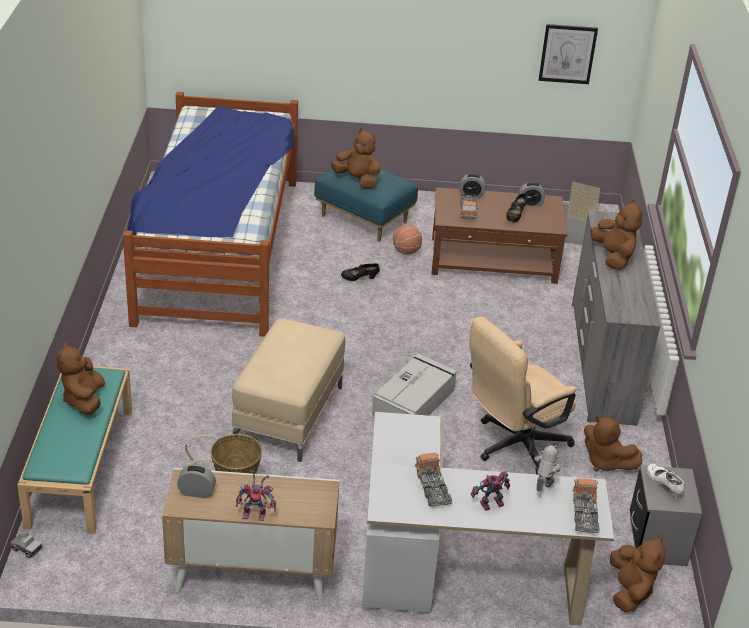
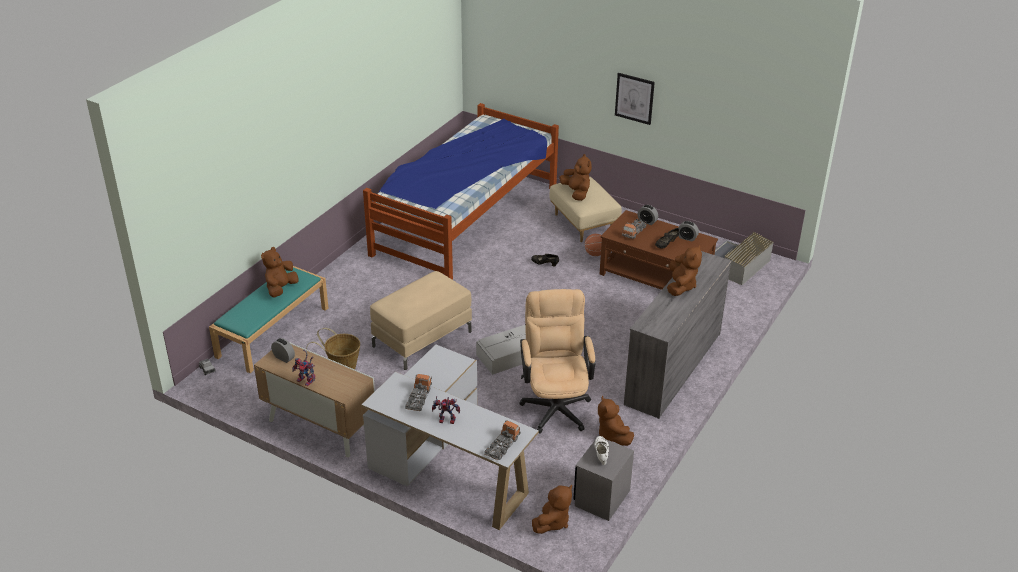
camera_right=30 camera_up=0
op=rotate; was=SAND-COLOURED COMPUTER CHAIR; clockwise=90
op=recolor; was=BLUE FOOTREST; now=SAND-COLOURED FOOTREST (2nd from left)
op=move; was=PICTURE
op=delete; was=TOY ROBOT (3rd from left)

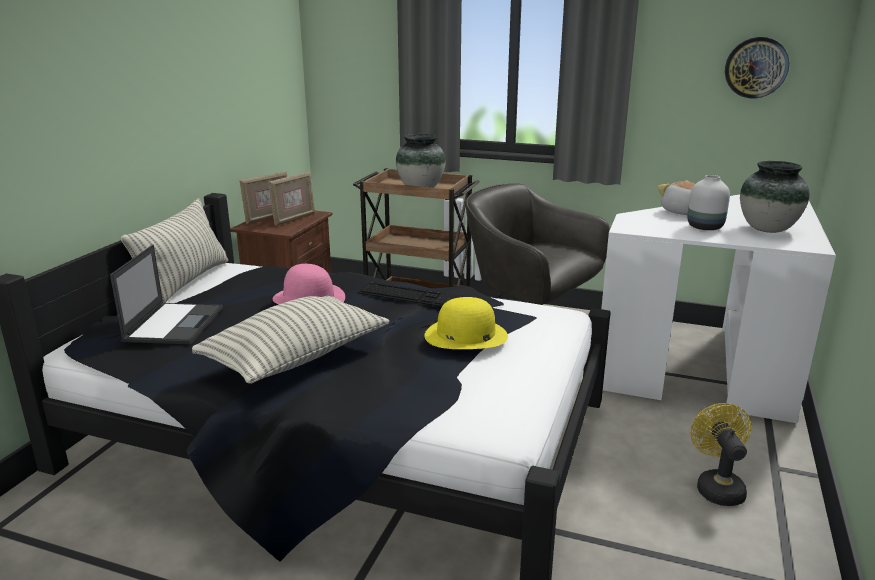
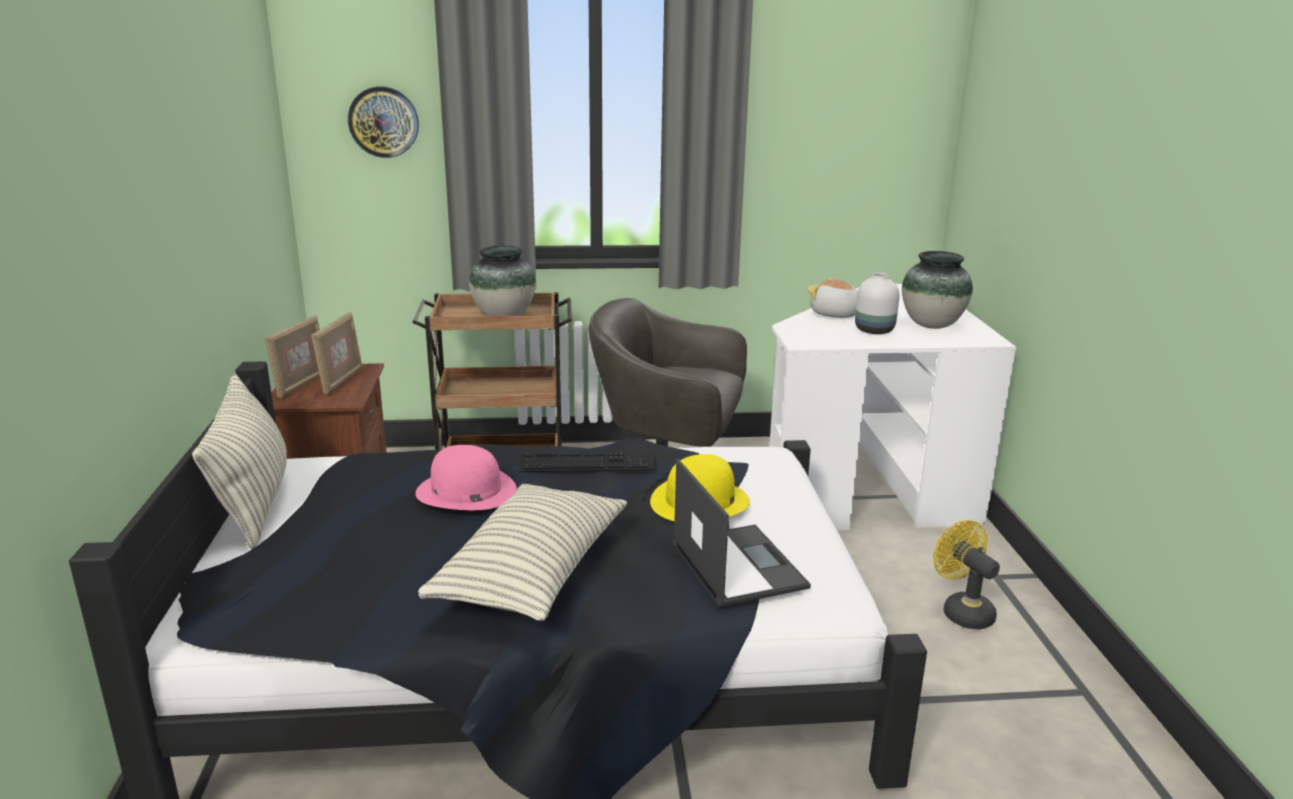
camera_right=-25 camera_up=0
op=move; was=CLOCK ON THE WALL
op=move; was=NOTEBOOK COMPUTER

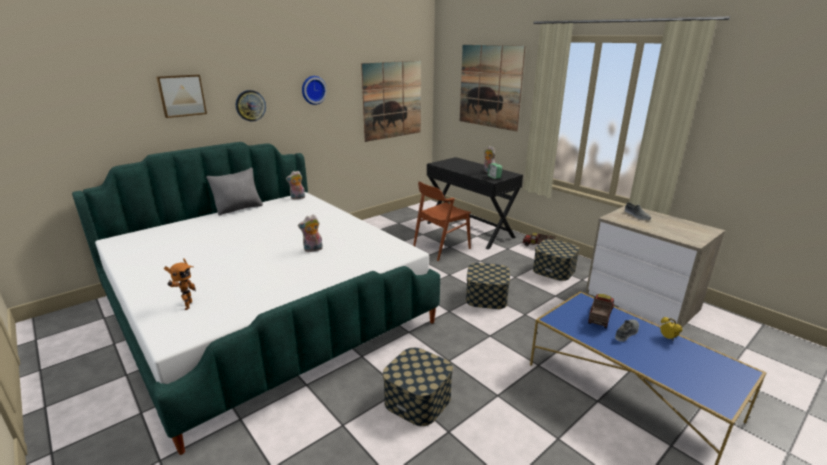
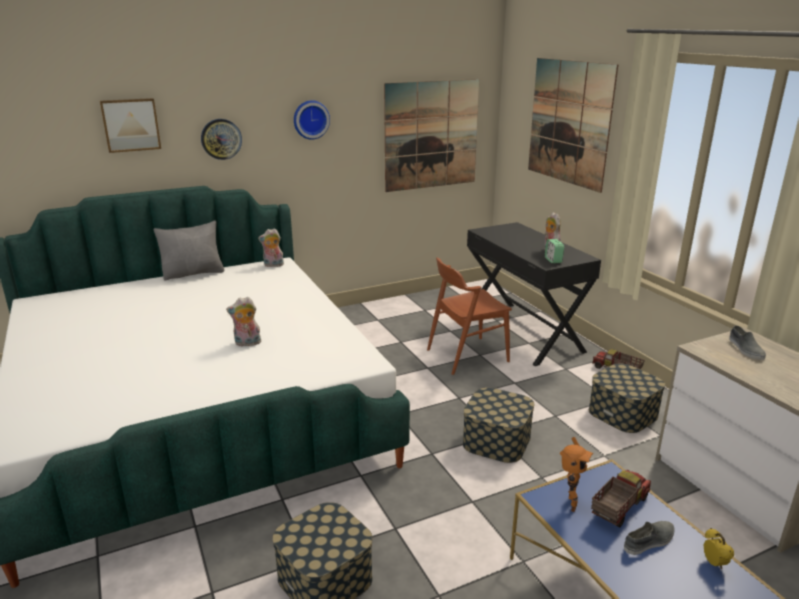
camera_right=15 camera_up=0
op=move; was=TOY ROBOT

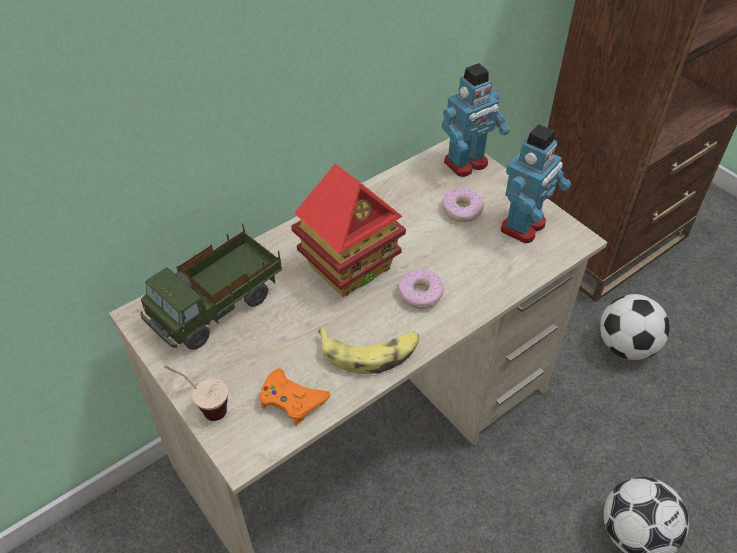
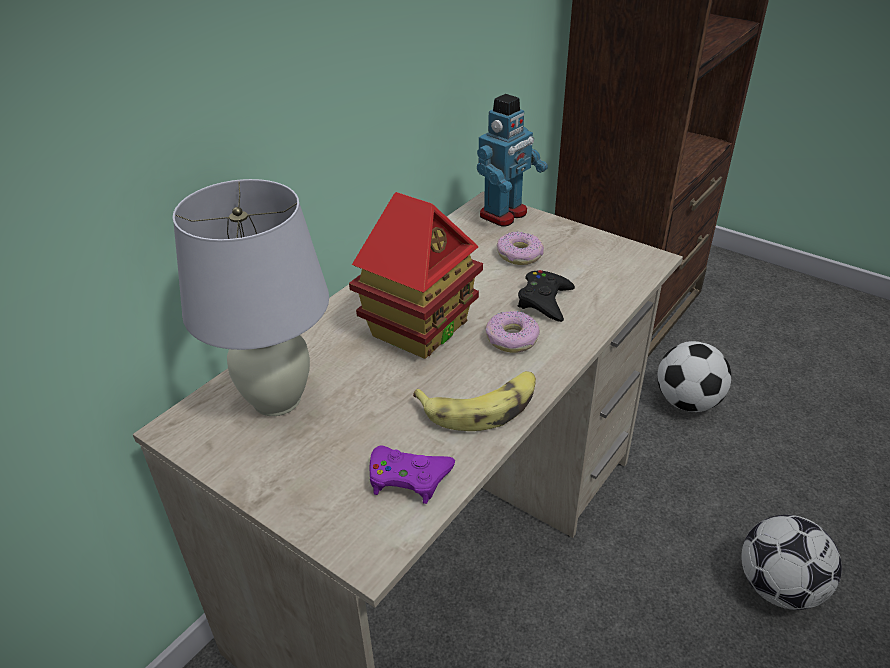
camera_right=-15 camera_up=-10
op=replace; was=MODEL TRUCK; now=WHITE TABLE LAMP
op=recolor; was=ORANGE GAME CONTROLLER; now=PURPLE-COLOURED GAME CONTROLLER
op=insert; now=BLACKISH GAME CONTROLLER
op=delete; was=DRINKING CUP
op=delete; was=TOY ROBOT (2nd from left)

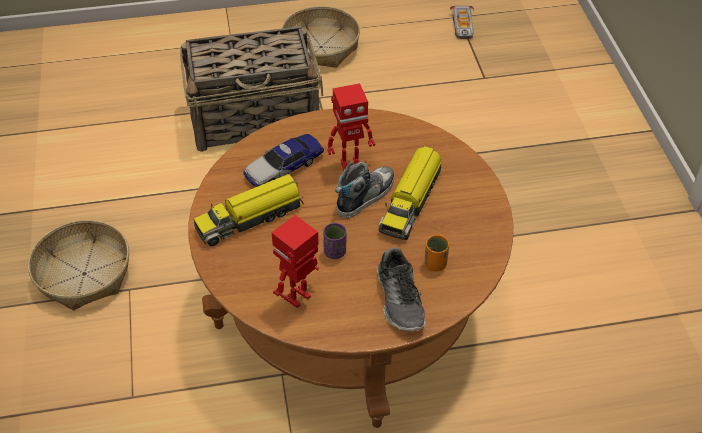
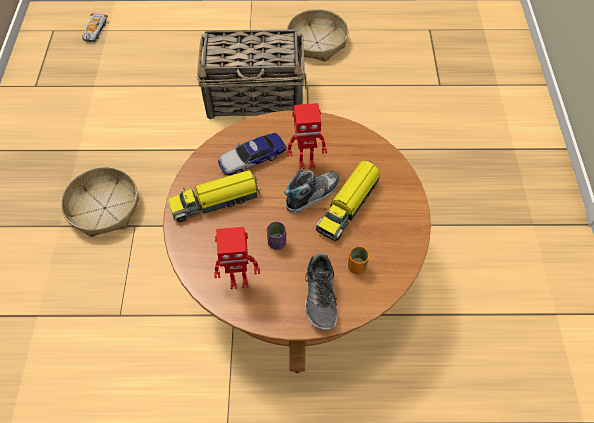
camera_right=10 camera_up=10
op=move; was=MINIATURE CAR (2nd from left in the first image); now=MINIATURE CAR (1st from left)
op=rotate; was=TOY ROBOT (1st from left); clockwise=-150

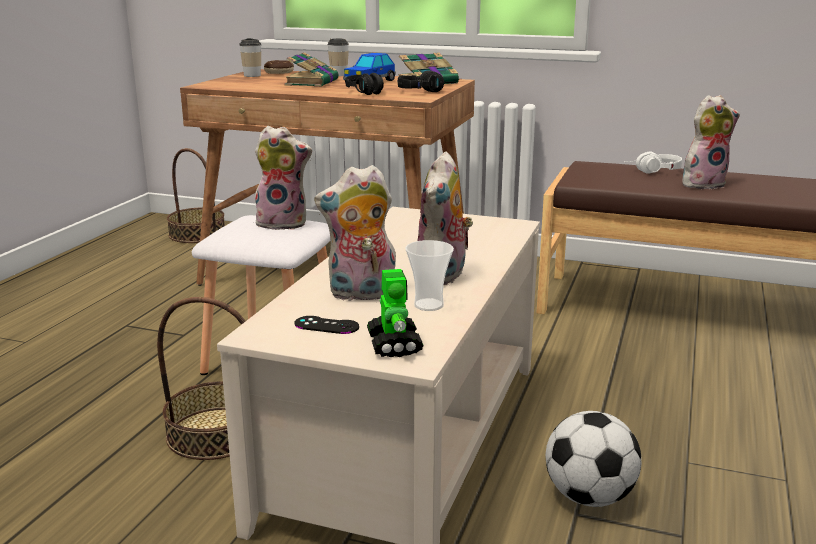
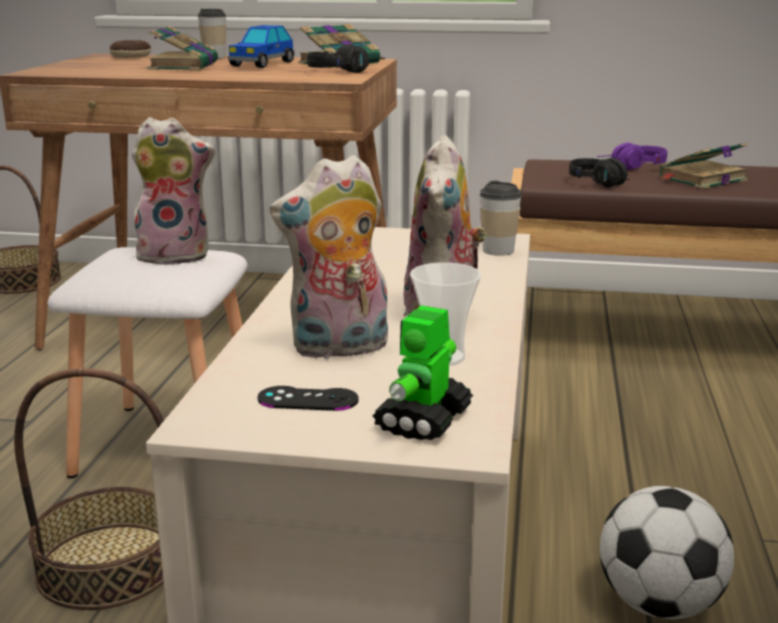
camera_right=-10 camera_up=0
op=rotate; was=TOY ROBOT; clockwise=-135
op=move; was=DRINKING CUP (1st from left in the first image); now=DRINKING CUP (3rd from left)
op=move; was=BLACKISH PAIR OF HEADPHONES (1st from left in the first image); now=BLACKISH PAIR OF HEADPHONES (2nd from left)
op=recolor; was=WHITE PAIR OF HEADPHONES; now=PURPLE-COLOURED PAIR OF HEADPHONES
op=replace; was=SOFT TOY (4th from left); now=VOLUME (3rd from left)

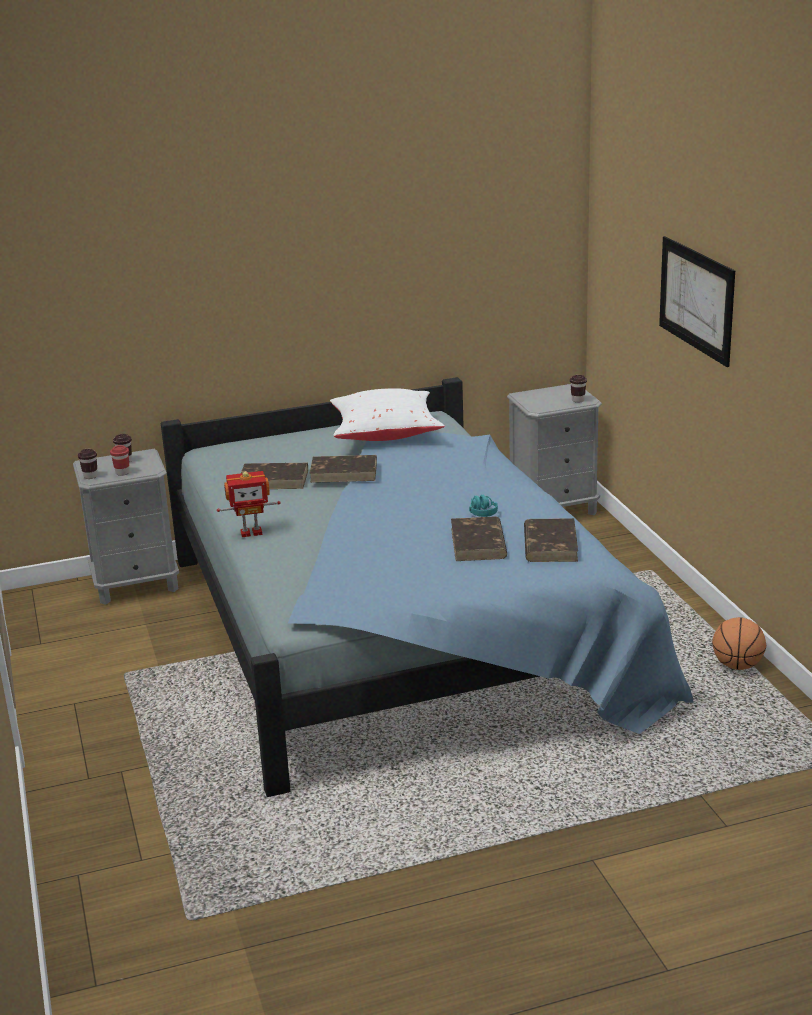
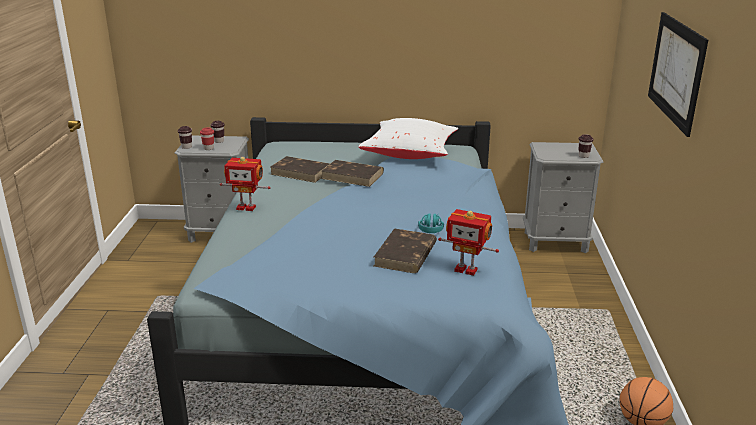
camera_right=20 camera_up=0
op=replace; was=BROWN VOLUME (4th from left); now=TOY ROBOT (2nd from left)

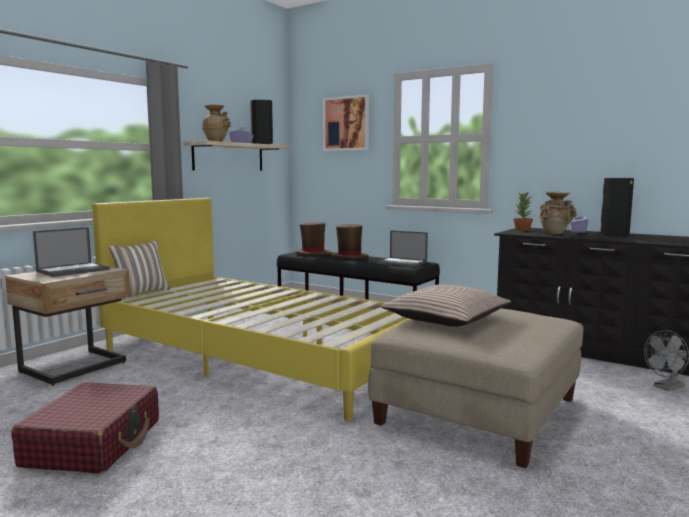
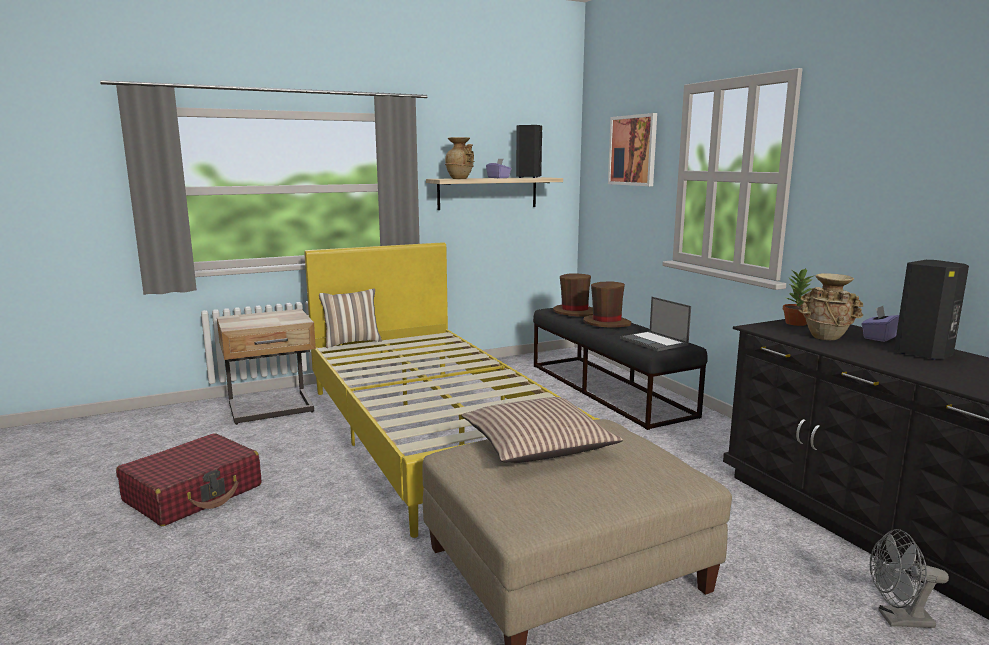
camera_right=30 camera_up=5
op=delete; was=NOTEBOOK COMPUTER (1st from left)

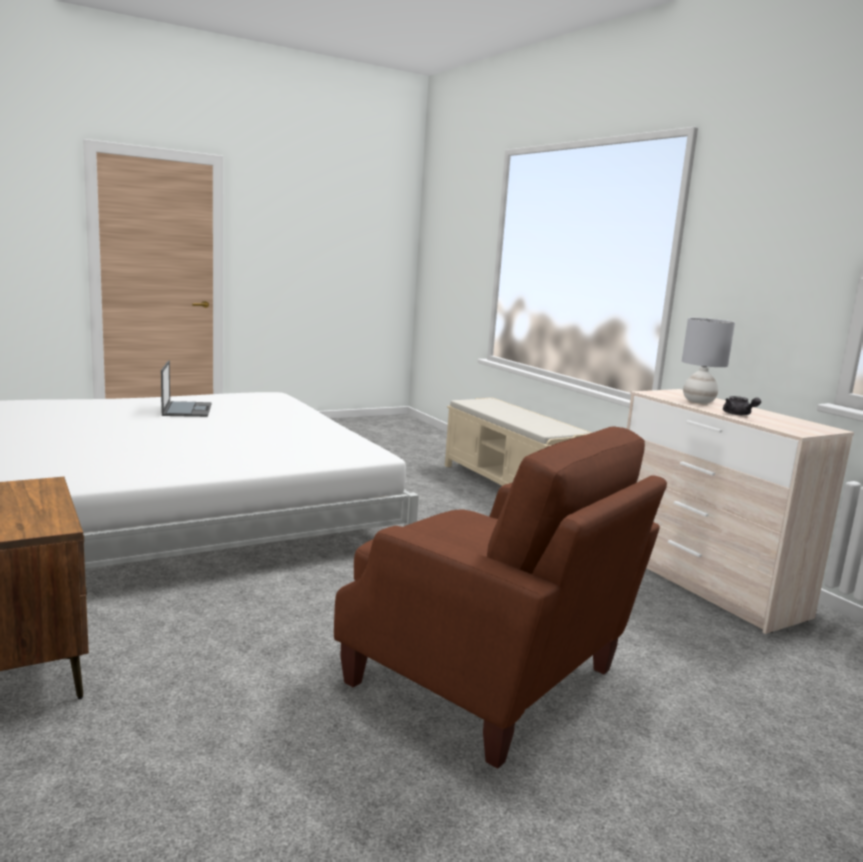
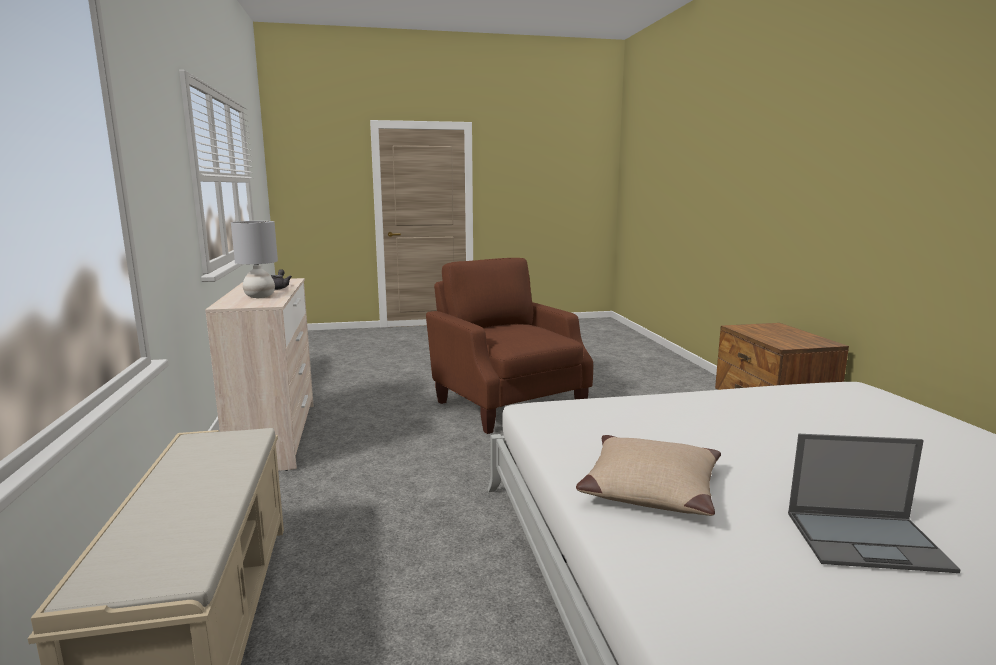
camera_right=-160 camera_up=0
op=insert; now=SAND-COLOURED THROW PILLOW
op=rotate; was=NOTEBOOK COMPUTER; clockwise=-90

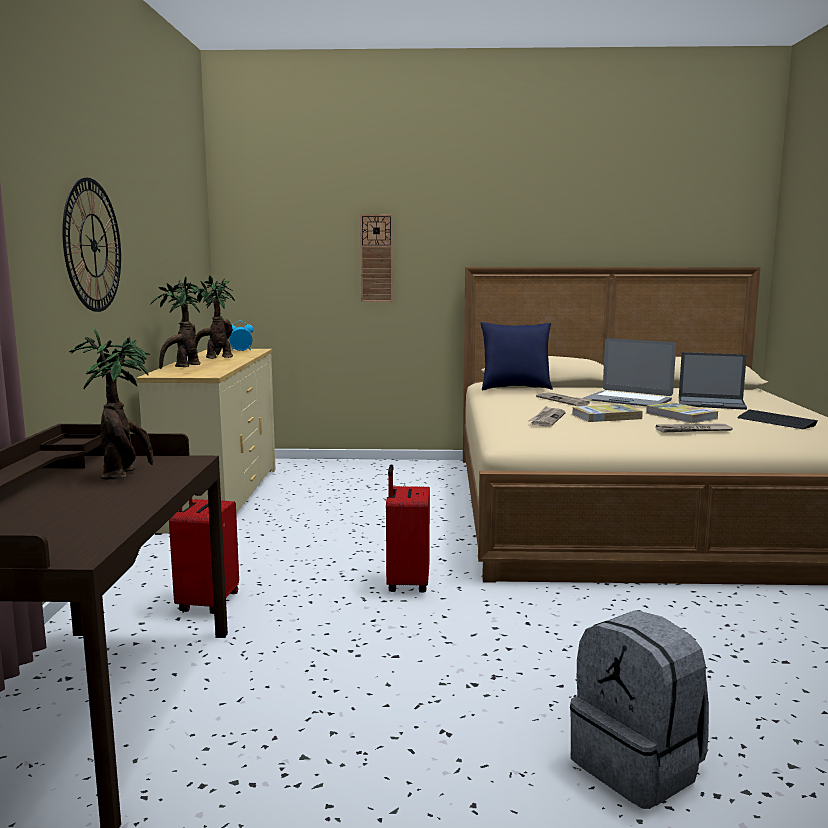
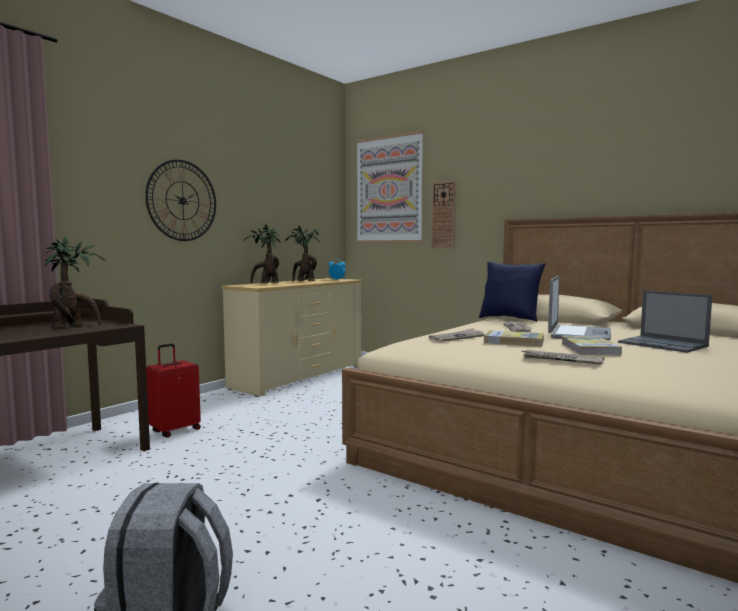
camera_right=35 camera_up=-5
op=insert; now=PICTURE
op=rotate; was=NOTEBOOK COMPUTER (1st from left); clockwise=-135
op=delete; was=RED-COLOURED SUITCASE (2nd from left)
op=delete; was=PC KEYBOARD

